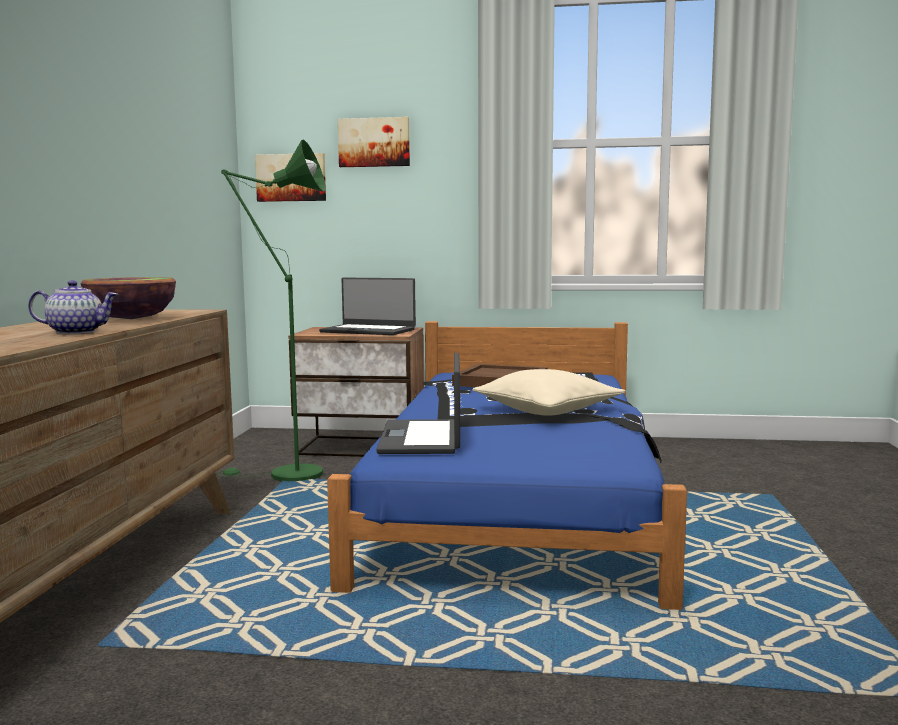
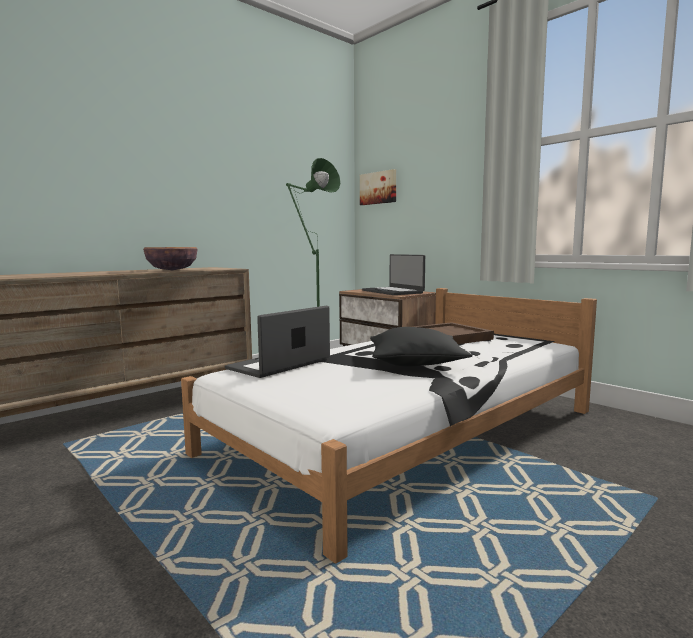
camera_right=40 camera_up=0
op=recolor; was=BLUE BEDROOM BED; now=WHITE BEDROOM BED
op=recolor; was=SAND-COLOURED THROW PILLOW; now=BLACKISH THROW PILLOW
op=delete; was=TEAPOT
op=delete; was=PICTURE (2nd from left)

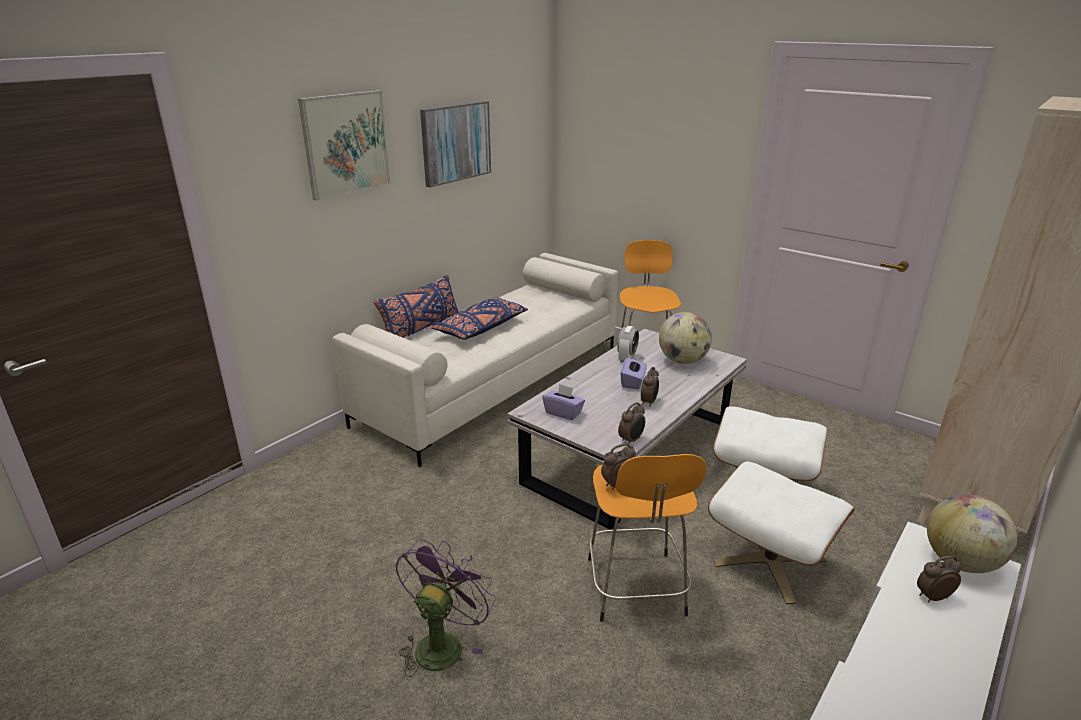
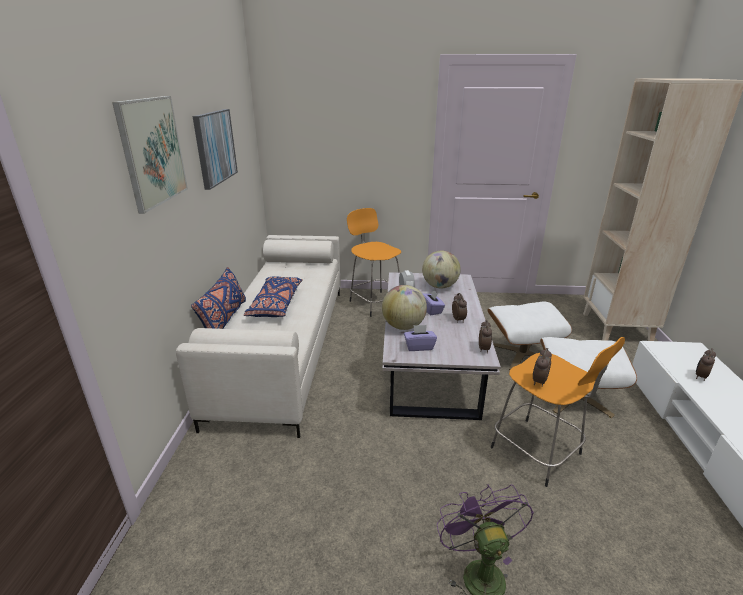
camera_right=-35 camera_up=0
op=move; was=DESK GLOBE (2nd from left in the first image); now=DESK GLOBE (1st from left)

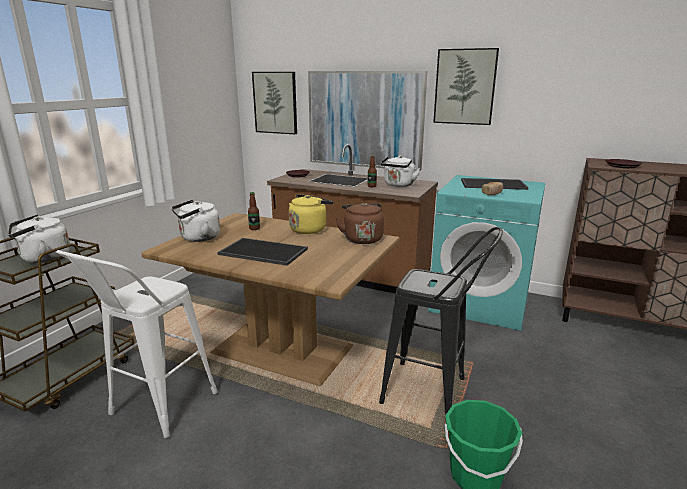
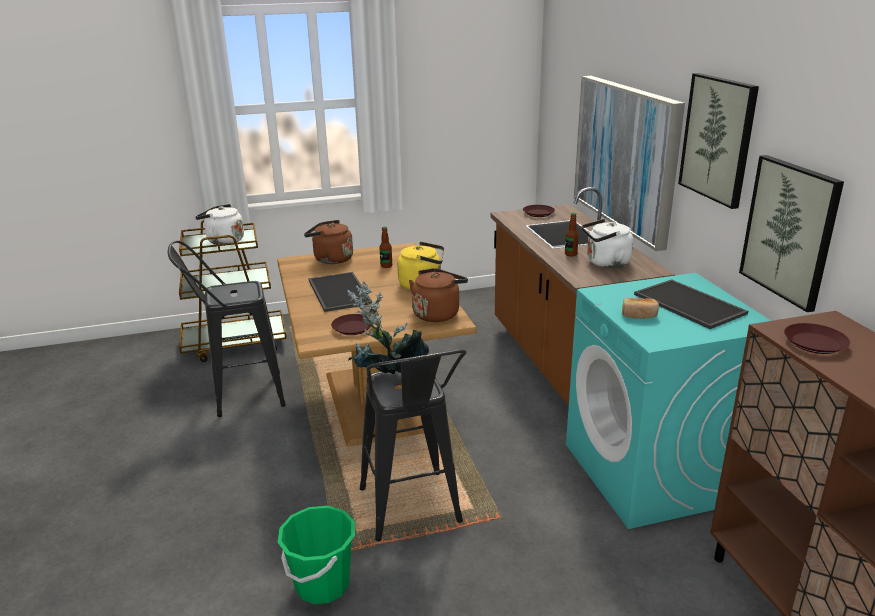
camera_right=50 camera_up=5
op=recolor; was=WHITE SITTING STOOL; now=BLACKISH SITTING STOOL (1st from left)
op=recolor; was=WHITE WATER KETTLE (2nd from left); now=BROWN WATER KETTLE (1st from left)
op=insert; now=BROWN PLATE (1st from left)
op=insert; now=HOUSEPLANT
op=move; was=PICTURE (1st from left in the first image); now=PICTURE (3rd from left)

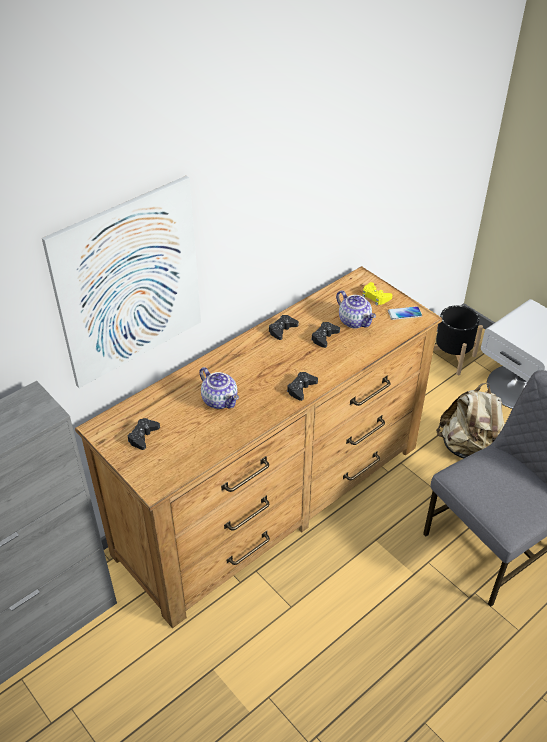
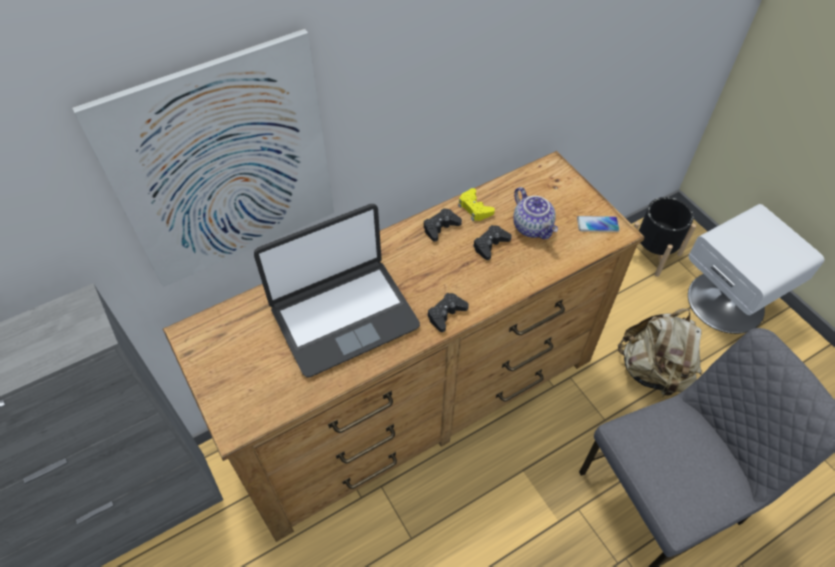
camera_right=10 camera_up=10
op=replace; was=TEAPOT (1st from left); now=NOTEBOOK COMPUTER
op=move; was=YELLOW GAME CONTROLLER
op=delete; was=BLACKISH GAME CONTROLLER (1st from left)

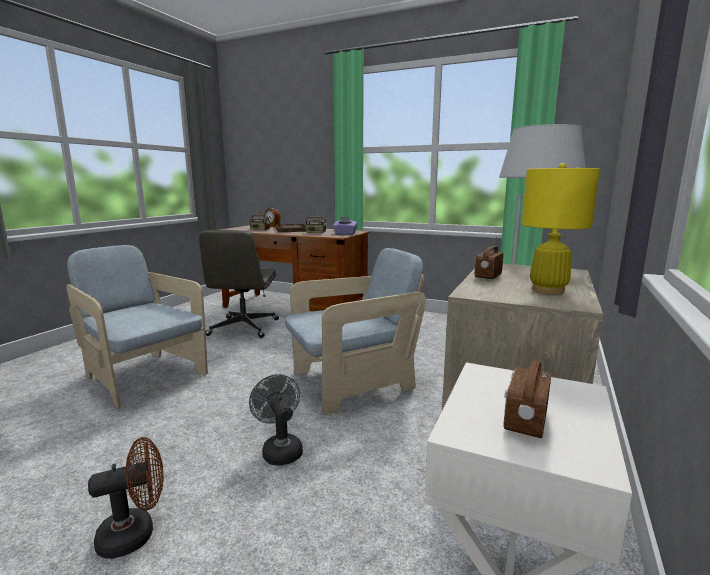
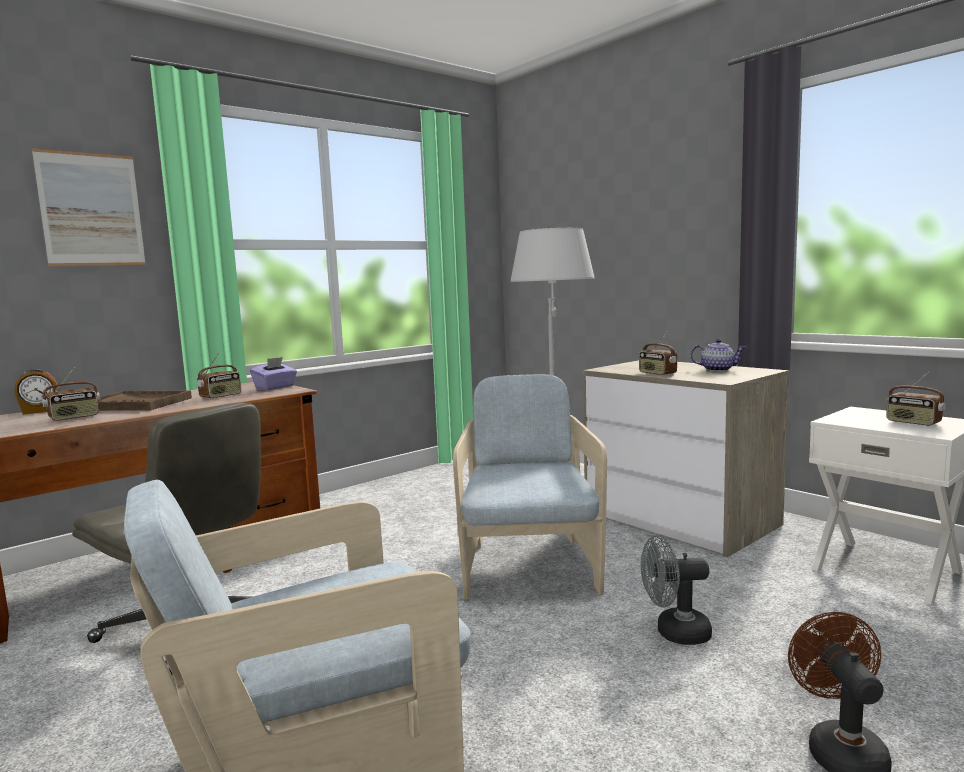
camera_right=-65 camera_up=-5
op=insert; now=PICTURE
op=replace; was=YELLOW TABLE LAMP; now=TEAPOT

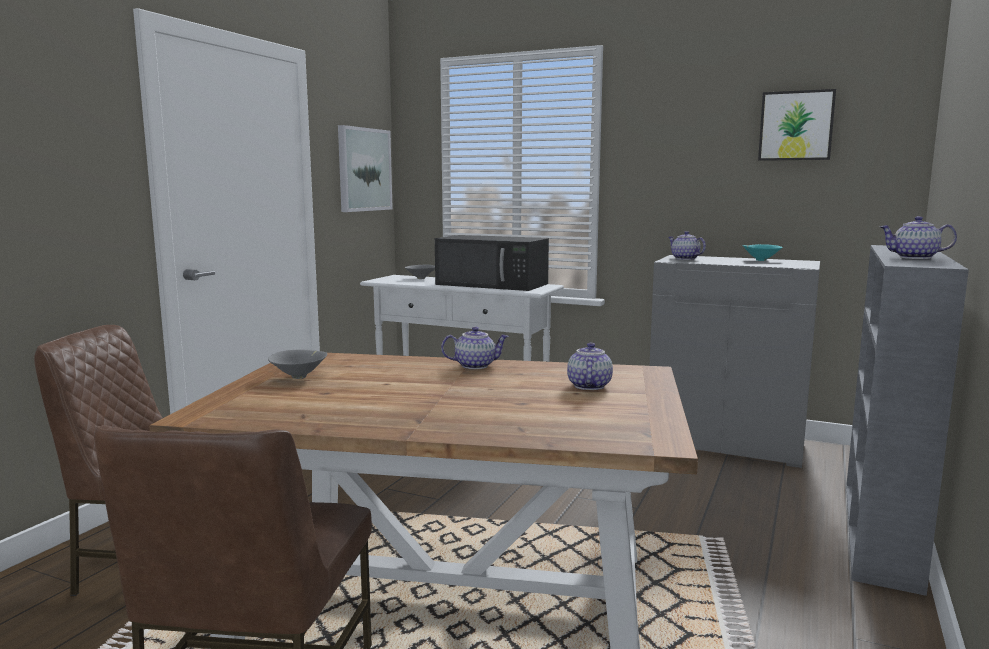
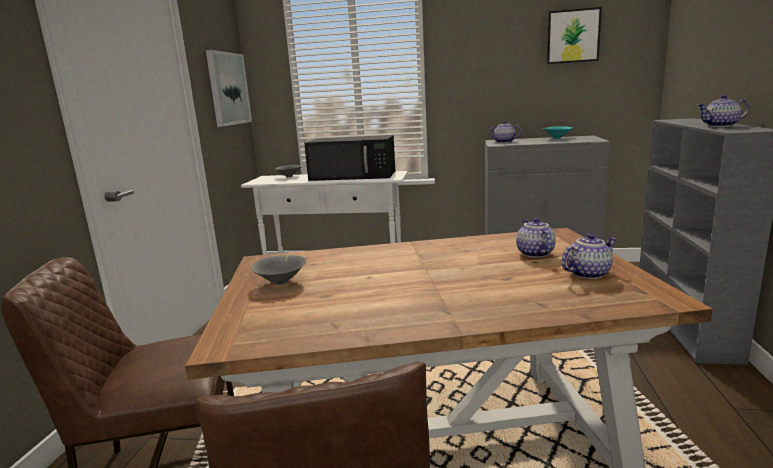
camera_right=-15 camera_up=5
op=move; was=TEAPOT (1st from left in the first image); now=TEAPOT (3rd from left)

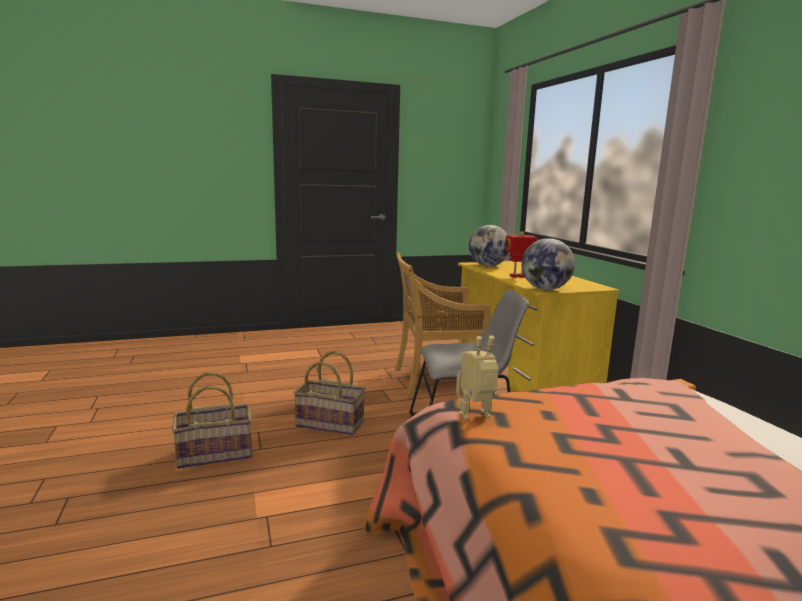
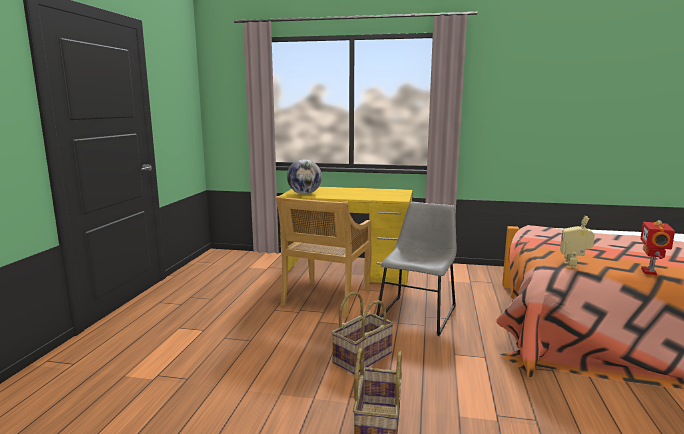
camera_right=-60 camera_up=0
op=move; was=TOY ROBOT (2nd from left)
op=delete; was=DESK GLOBE (2nd from left)

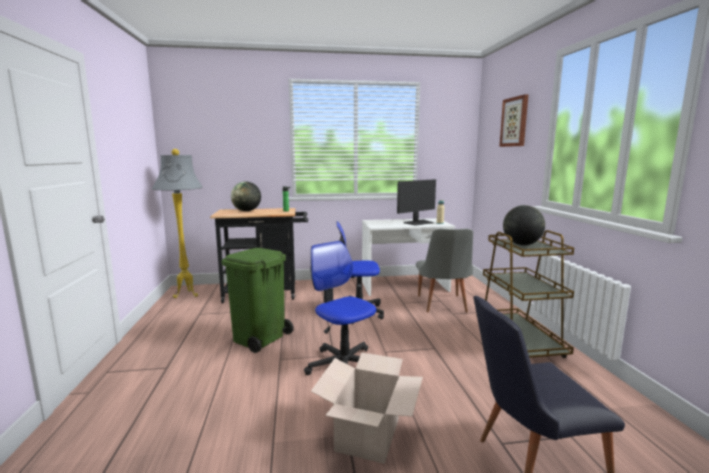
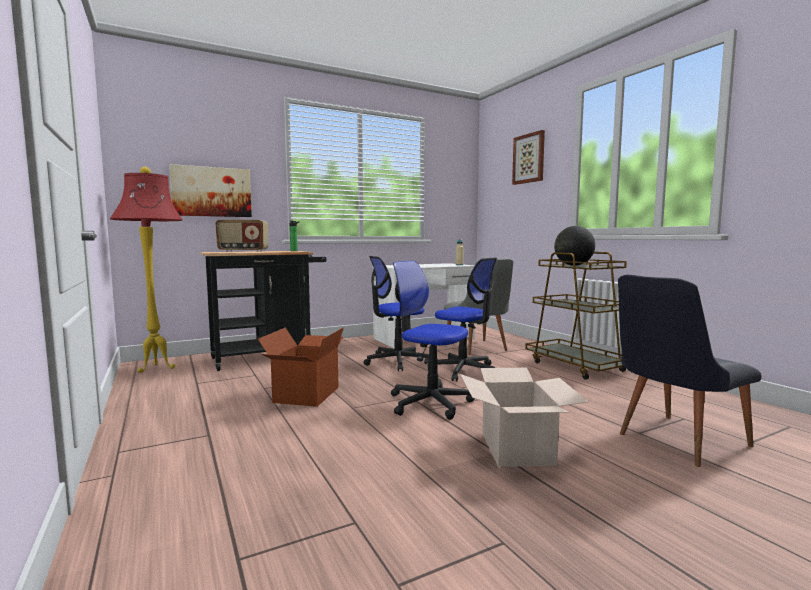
camera_right=-20 camera_up=-5
op=recolor; was=GREY FLOOR LAMP; now=RED-COLOURED FLOOR LAMP
op=insert; now=PICTURE (1st from left)
op=replace; was=DESK GLOBE (1st from left); now=RADIO SET
op=replace; was=GREEN TRASH CAN; now=PACKING BOX (1st from left)
op=insert; now=COMPUTER CHAIR (3rd from left)
op=delete; was=MONITOR

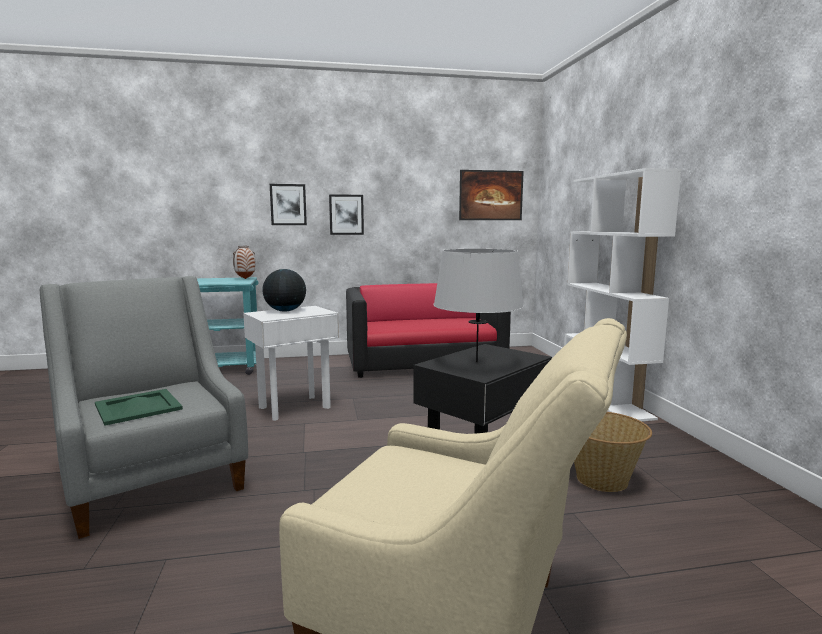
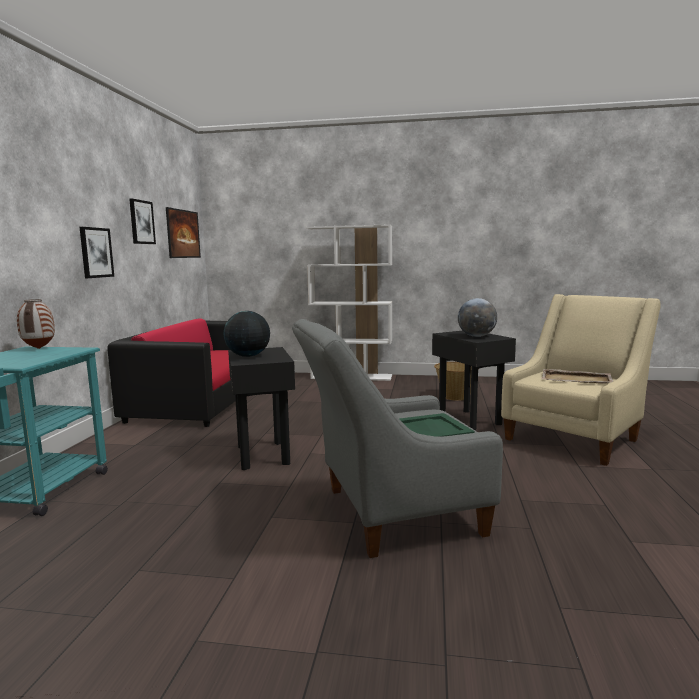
camera_right=-70 camera_up=0
op=move; was=PICTURE (1st from left in the first image); now=PICTURE (2nd from left)
op=recolor; was=WHITE ACCENT TABLE; now=BLACKISH ACCENT TABLE (1st from left)
op=replace; was=GREY TABLE LAMP; now=DESK GLOBE (2nd from left)
op=insert; now=SAND-COLOURED CARRYING TRAY

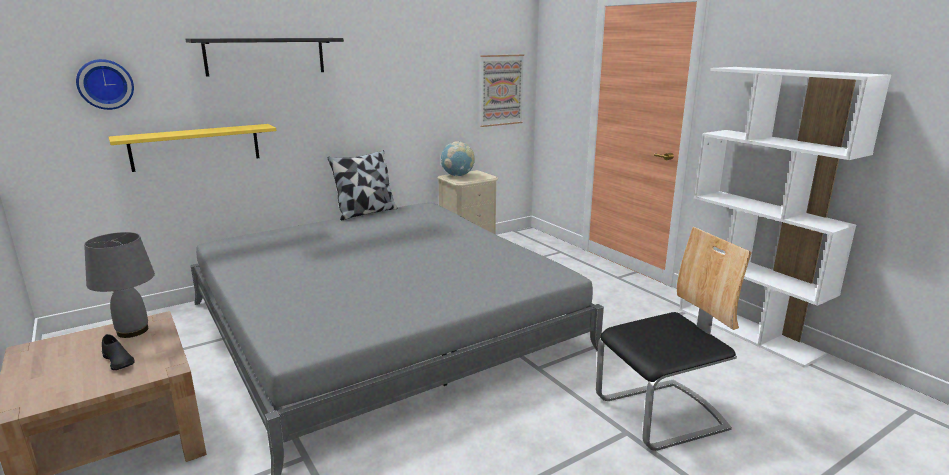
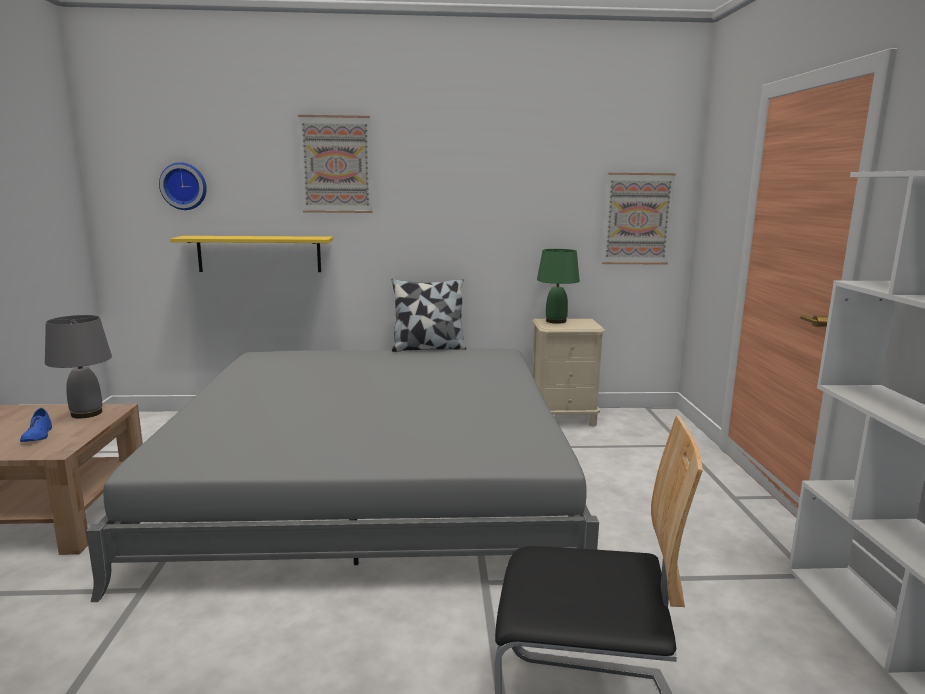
camera_right=30 camera_up=-5
op=recolor; was=BLACKISH ITEM OF FOOTWEAR; now=BLUE ITEM OF FOOTWEAR
op=replace; was=BLACKISH SHELF; now=PICTURE (1st from left)
op=replace; was=DESK GLOBE; now=GREEN TABLE LAMP

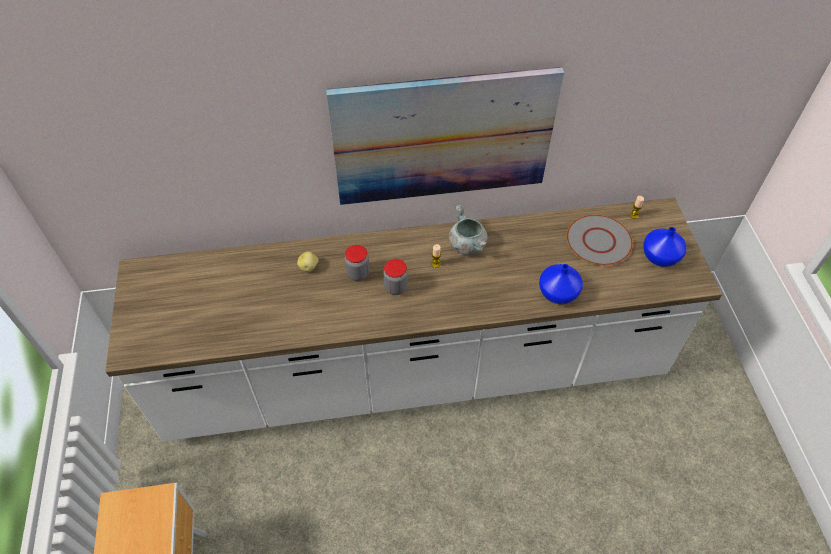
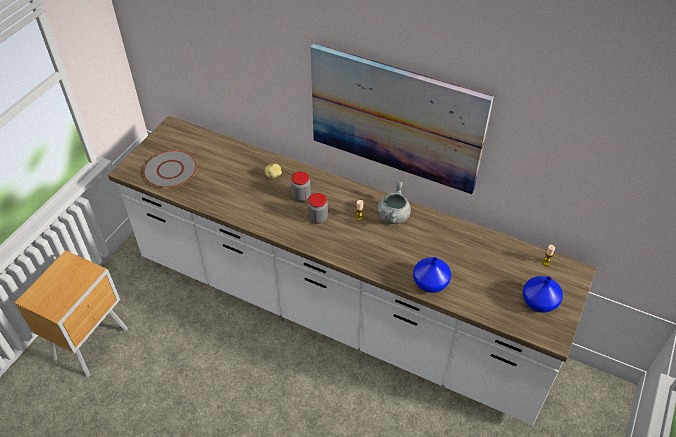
camera_right=35 camera_up=-5
op=move; was=GREY PLATE

